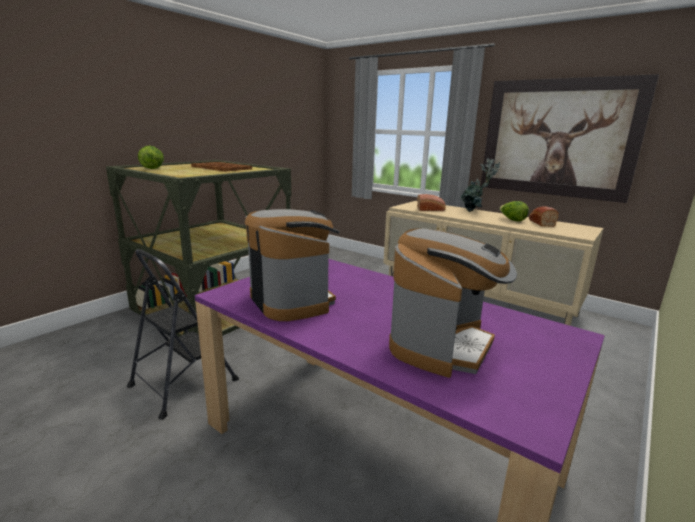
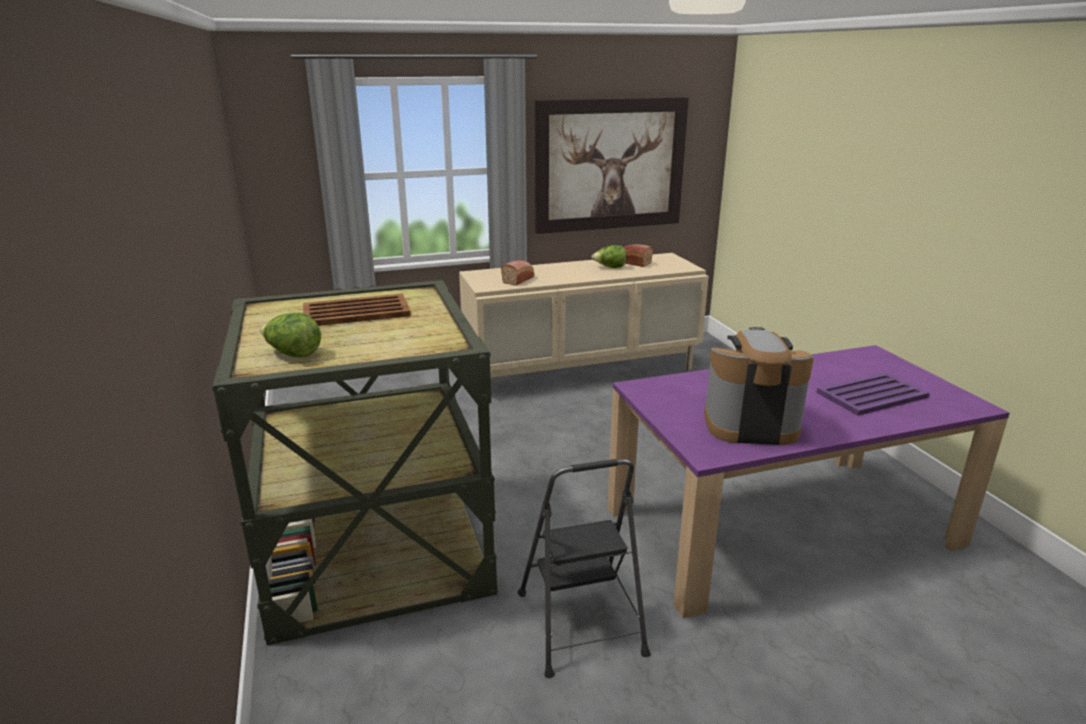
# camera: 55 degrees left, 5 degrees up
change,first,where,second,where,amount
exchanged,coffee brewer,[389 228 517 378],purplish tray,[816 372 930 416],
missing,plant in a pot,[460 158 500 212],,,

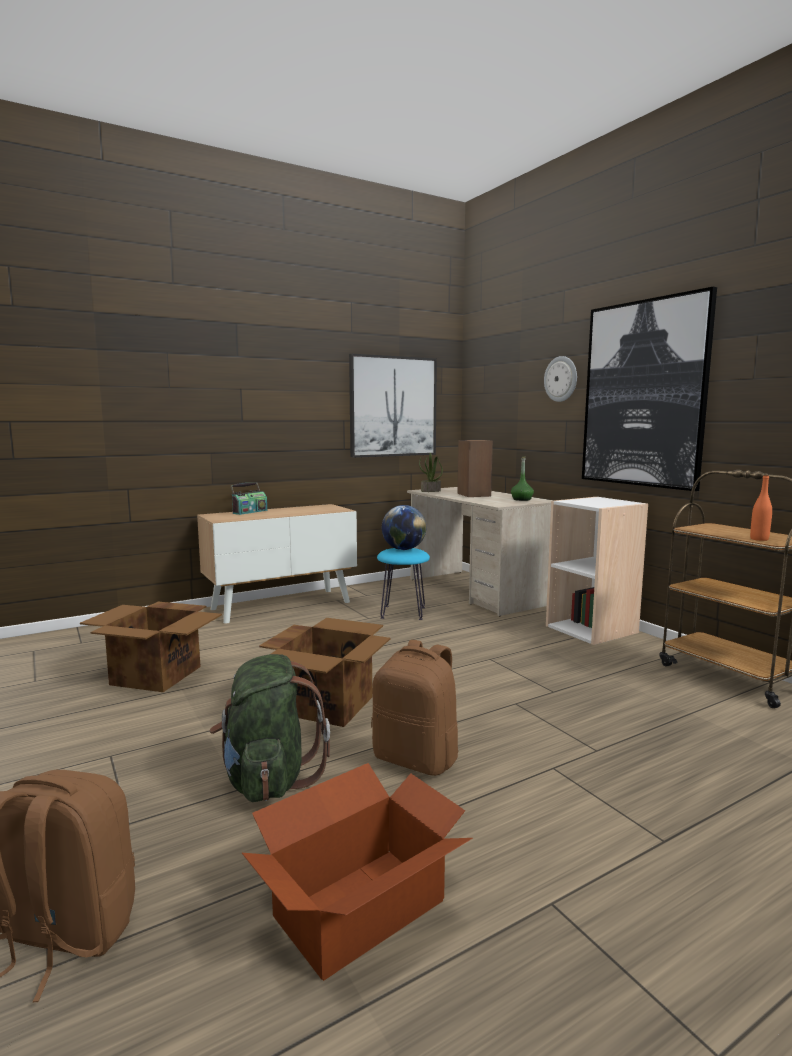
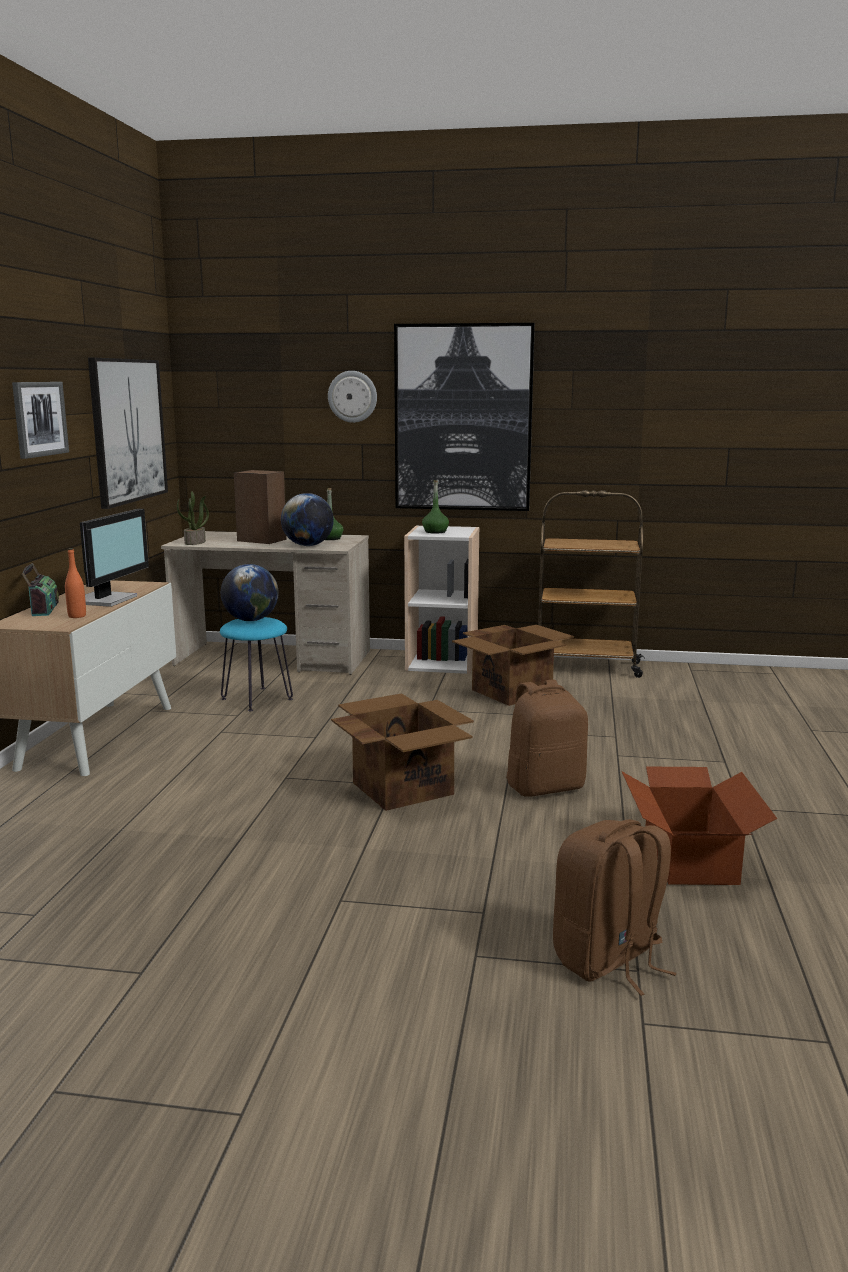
# camera: 50 degrees left, 5 degrees up
change,first,where,second,where,amount
relocated,packing box,[80 602 222 692],,[452 625 574 706],
missing,green knapsack,[209 654 330 802],,,
relocated,orangey drink bottle,[750 474 772 541],,[65 548 86 618],
appeared,,,wall picture,[12 382 69 459],
appeared,,,monitor,[80 509 149 607],
appeared,,,desk globe,[281 493 334 546],
appeared,,,green drink bottle,[422 480 449 534],

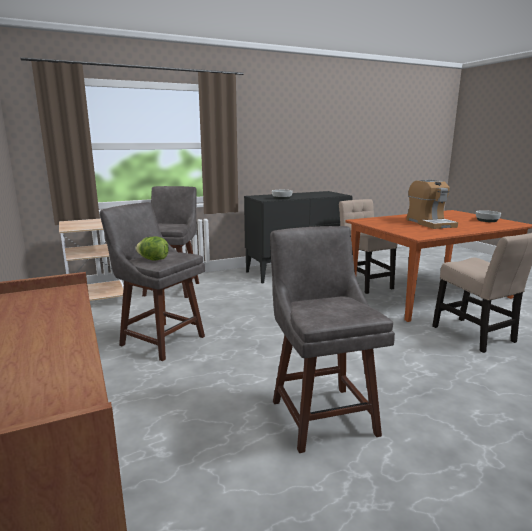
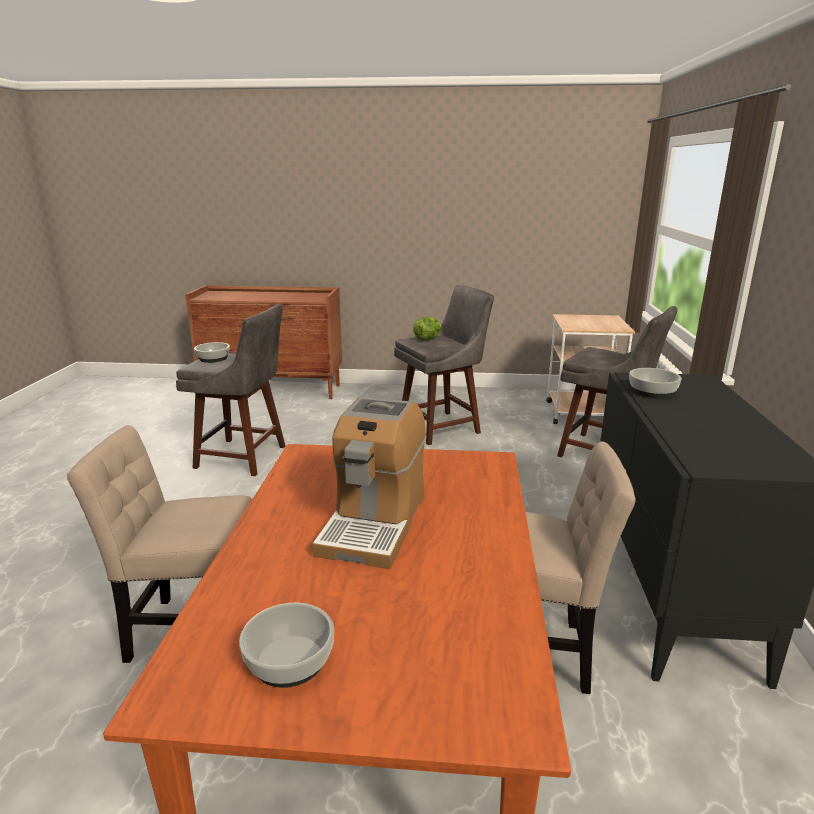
# camera: 120 degrees right, 5 degrees up
change,first,where,second,where,amount
spun,coffee brewer,[407 179 458 229],,[312 397 426 569],90 degrees counterclockwise
appeared,,,serving bowl,[194 342 230 363],

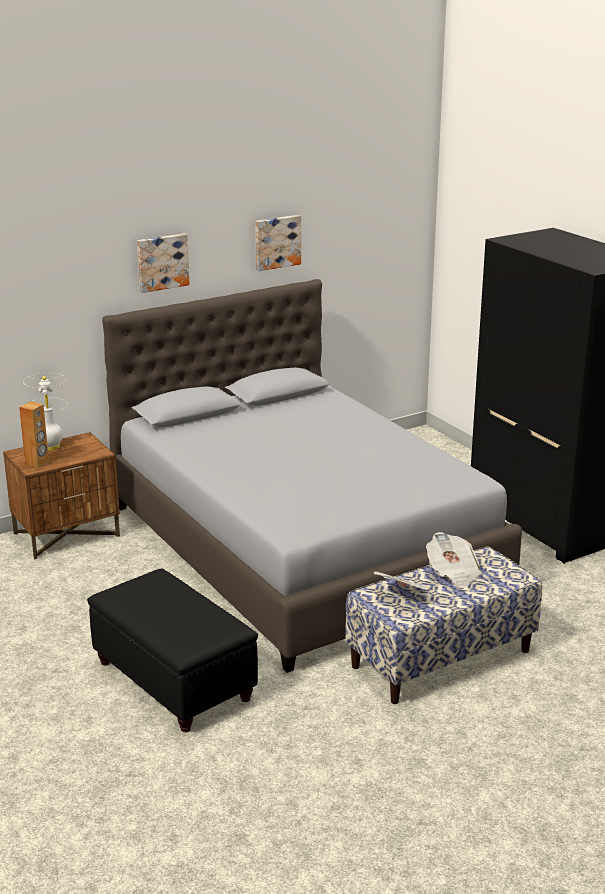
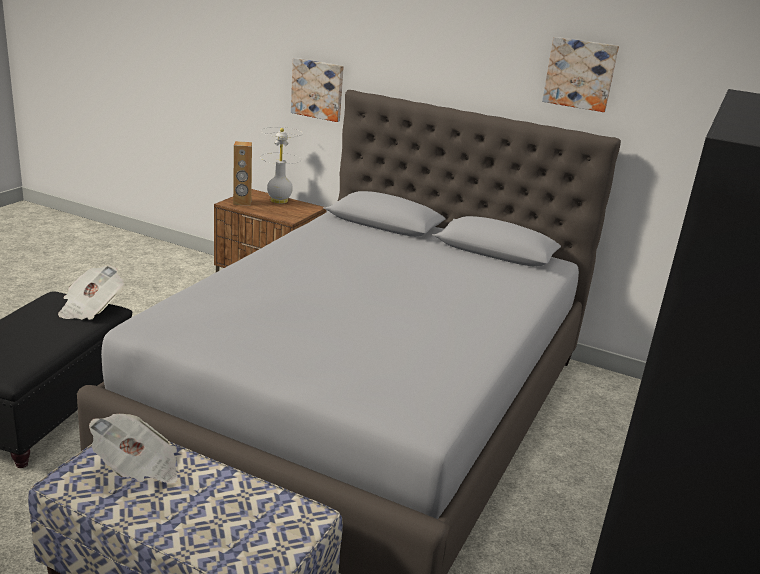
# camera: 55 degrees right, 0 degrees up
change,first,where,second,where,amount
relocated,wall picture,[137 233 189 293],,[291 58 344 122],
relocated,daily paper,[426 532 482 588],,[58 266 124 320],

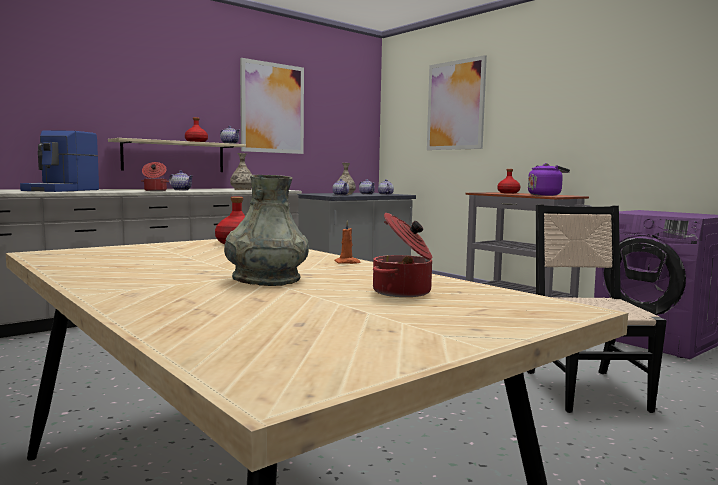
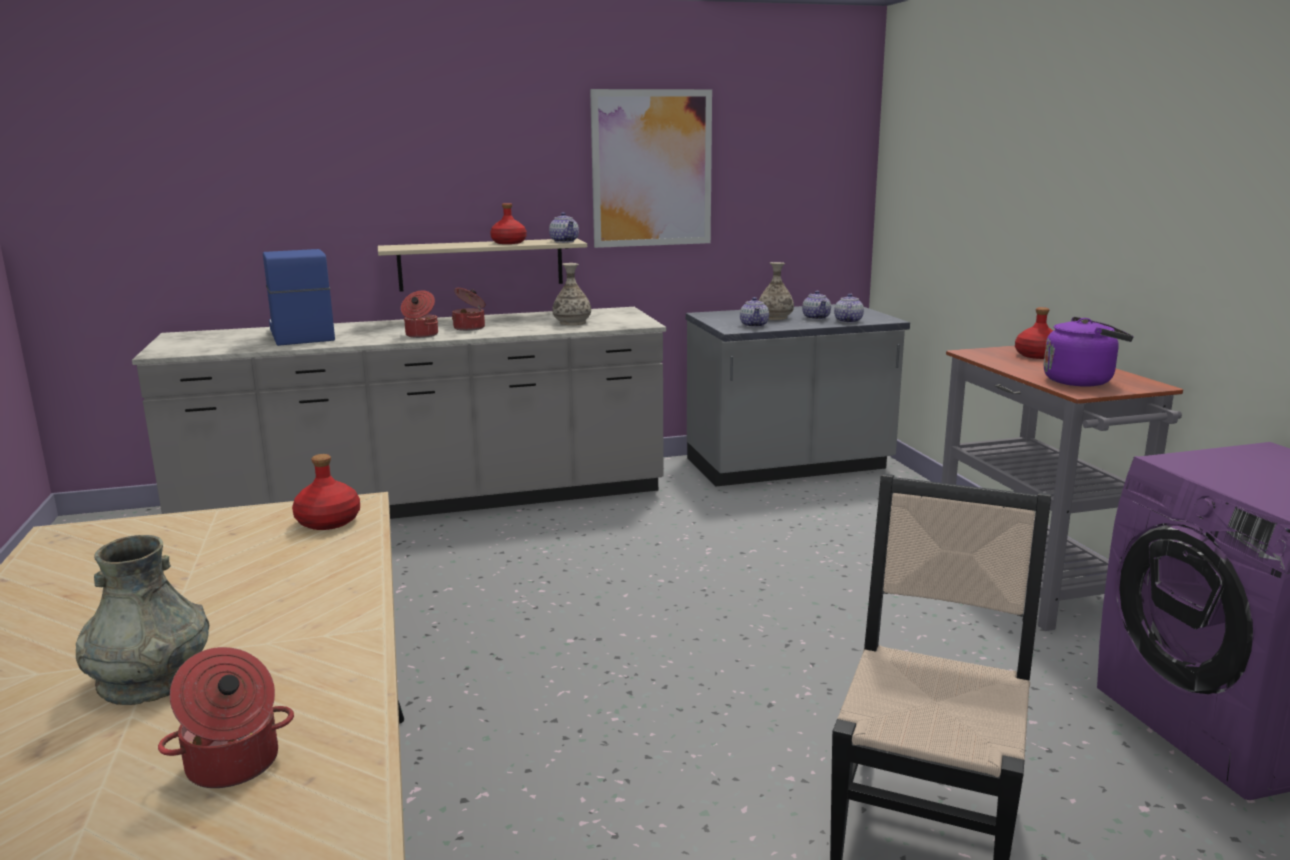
# camera: 25 degrees right, 10 degrees up
change,first,where,second,where,amount
spun,coffee brewer,[20 131 99 192],,[263 249 335 346],120 degrees clockwise
exchanged,pot for tea,[169 171 193 190],saucepot,[452 288 486 331],
missing,orangey wax candle,[335 220 361 264],,,
missing,wall picture,[427 55 487 150],,,

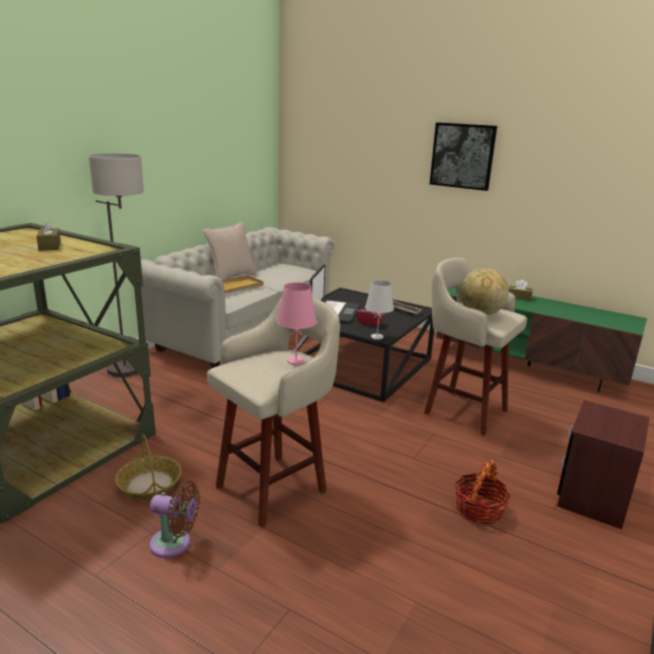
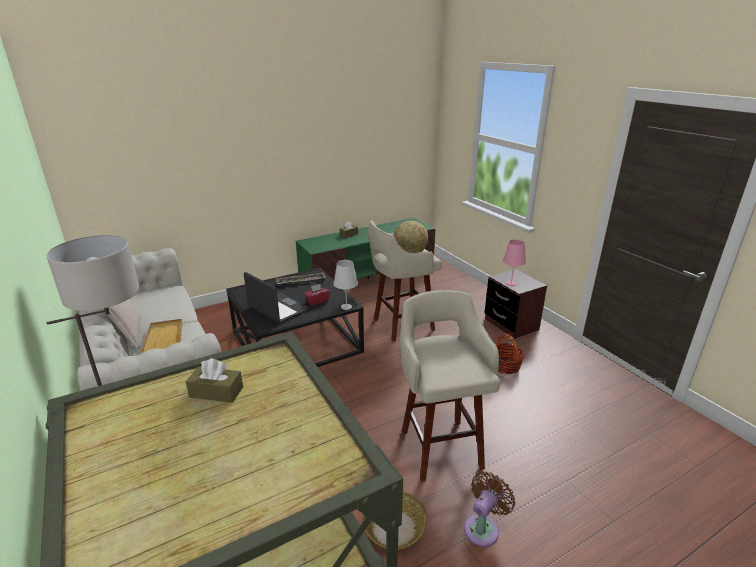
# camera: 60 degrees left, 5 degrees up
change,first,where,second,where,amount
relocated,pink tabletop lamp,[277 282 317 365],,[503 240 526 286],
missing,wall picture,[430 122 497 191],,,

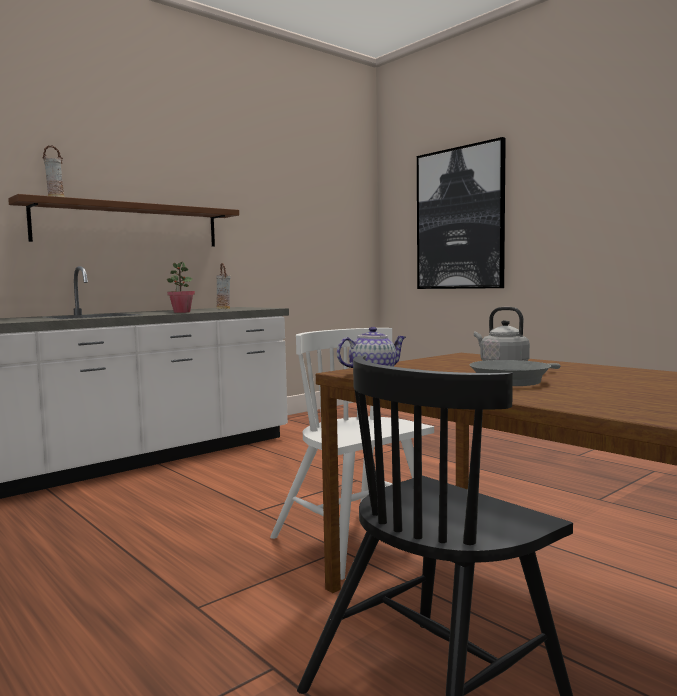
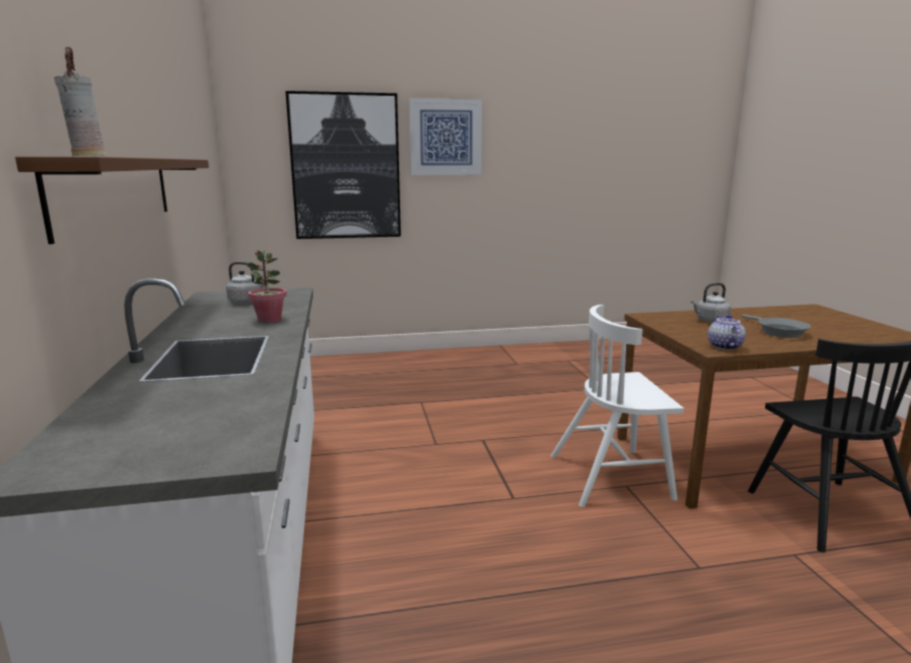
# camera: 60 degrees left, 10 degrees up
change,first,where,second,where,amount
exchanged,flower vase,[216 263 230 309],greyish kettle,[226 262 264 304],
appeared,,,wall picture,[409 98 482 175],

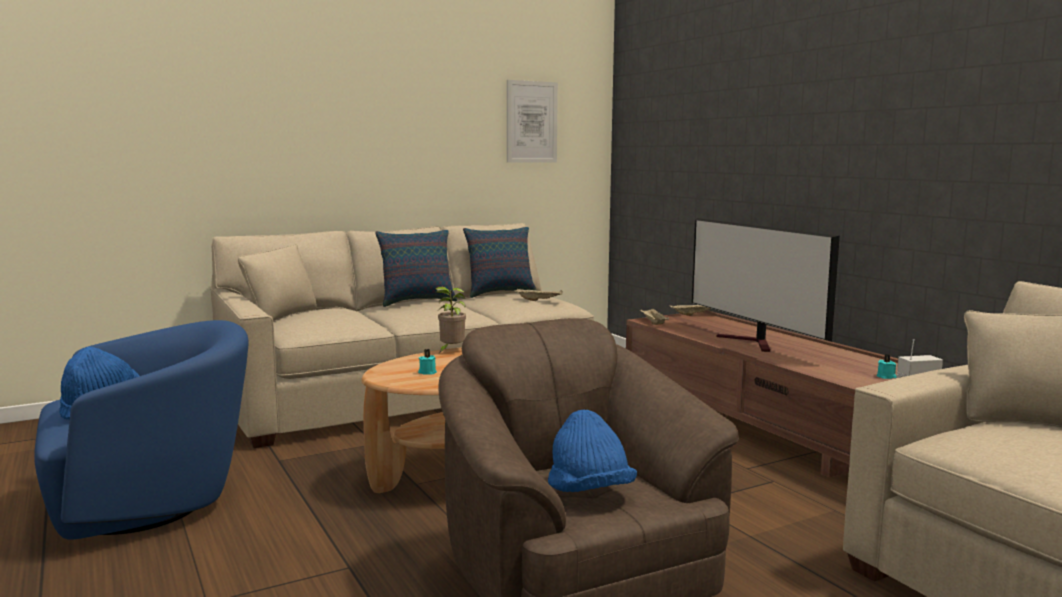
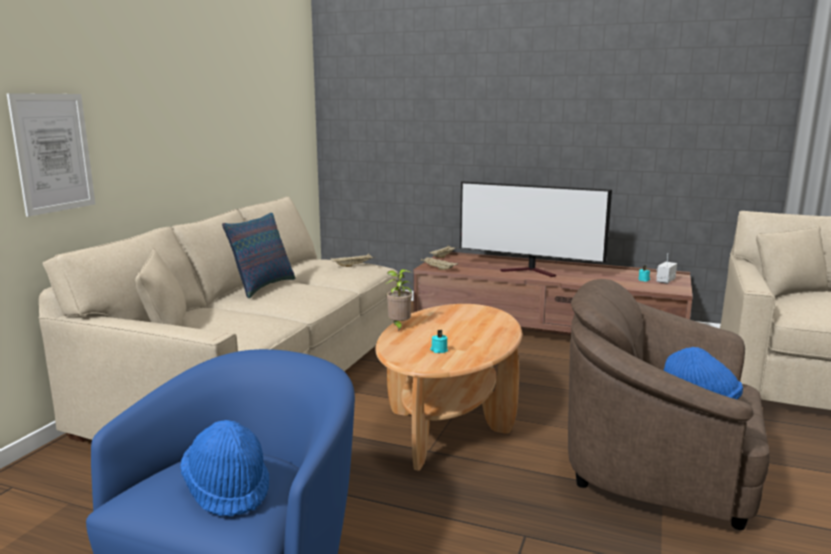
# camera: 40 degrees left, 5 degrees up
change,first,where,second,where,amount
missing,blue pillow,[463 227 536 298],,,
relocated,wall picture,[507 80 558 163],,[7 93 95 217],

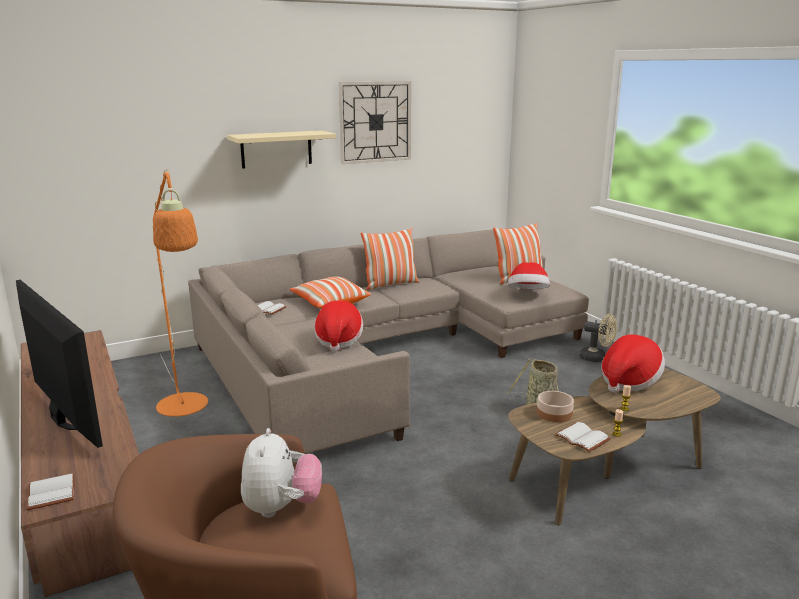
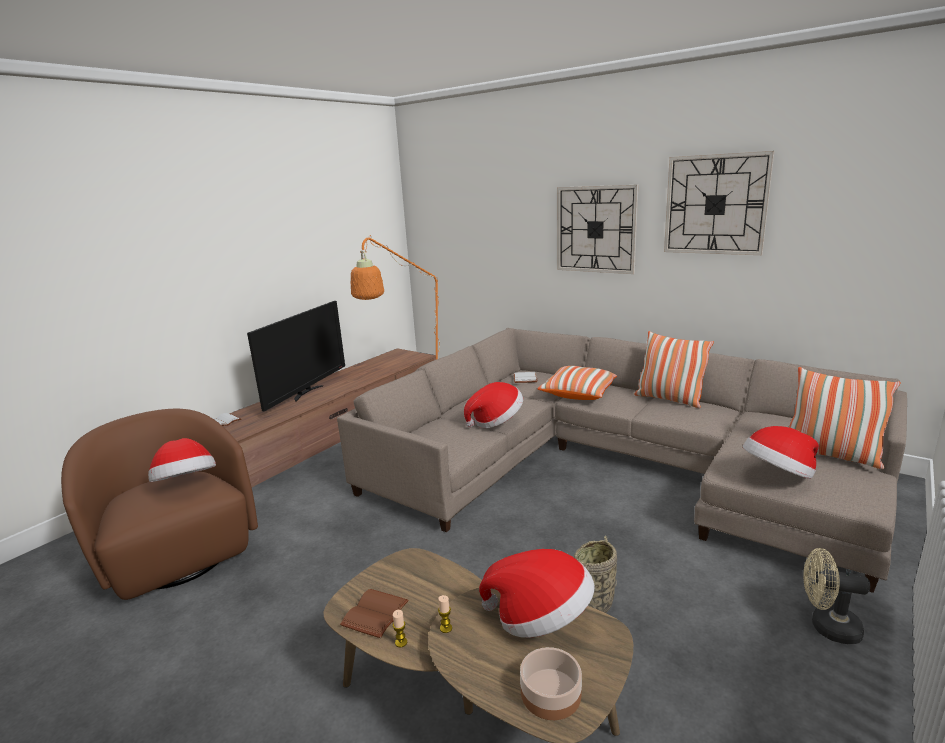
# camera: 65 degrees right, 0 degrees up
change,first,where,second,where,amount
exchanged,beige-coloured shelf,[227 130 337 169],wall clock,[557 185 638 274],
exchanged,cuddly toy,[241 428 322 518],wearable hat,[148 438 216 482],
relocated,serving bowl,[537 391 574 422],,[520 647 582 720],
colour,whitish bound book,[554 422 611 452],brown-coloured bound book,[340 589 409 638],
spun,beige-coloured fan,[579 314 617 362],,[803 548 870 644],105 degrees clockwise

